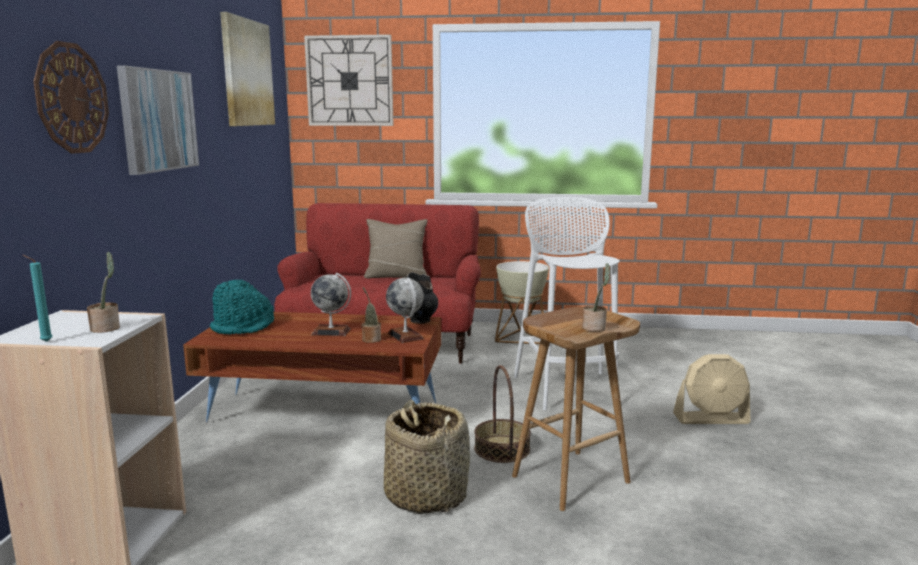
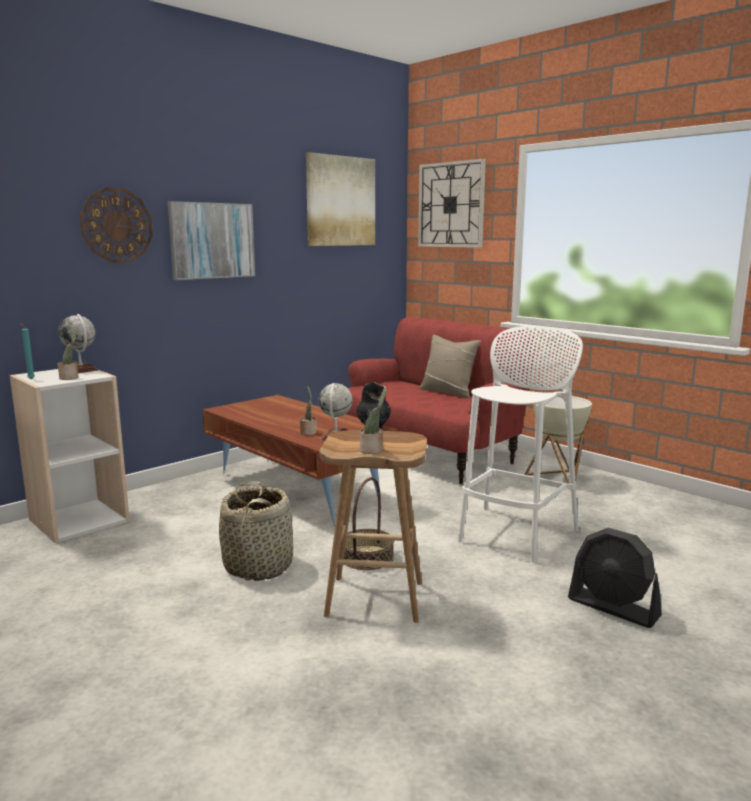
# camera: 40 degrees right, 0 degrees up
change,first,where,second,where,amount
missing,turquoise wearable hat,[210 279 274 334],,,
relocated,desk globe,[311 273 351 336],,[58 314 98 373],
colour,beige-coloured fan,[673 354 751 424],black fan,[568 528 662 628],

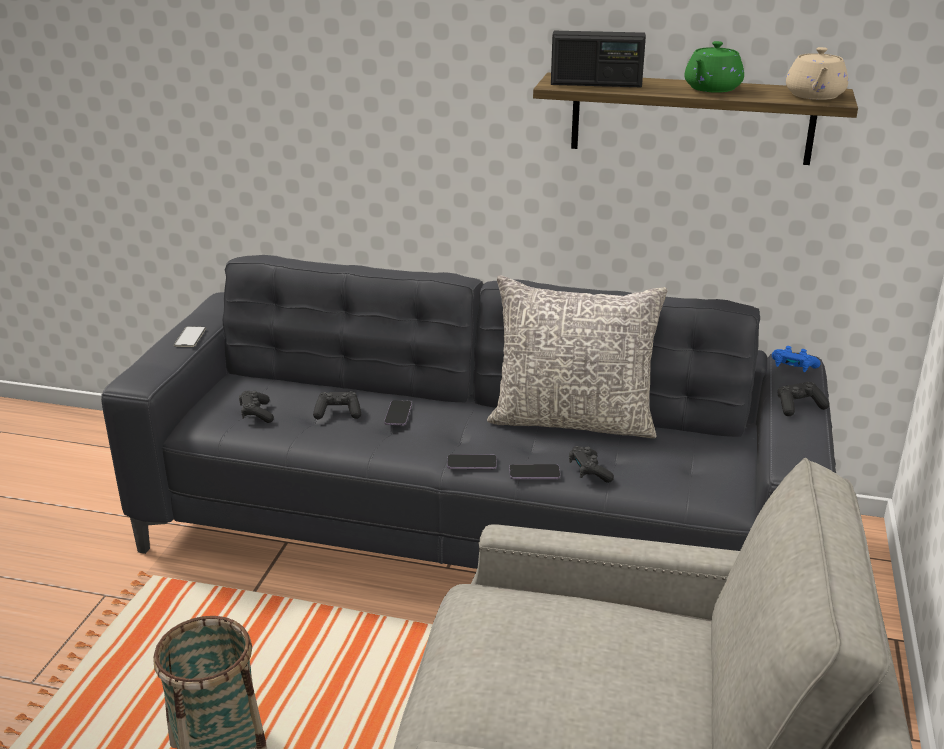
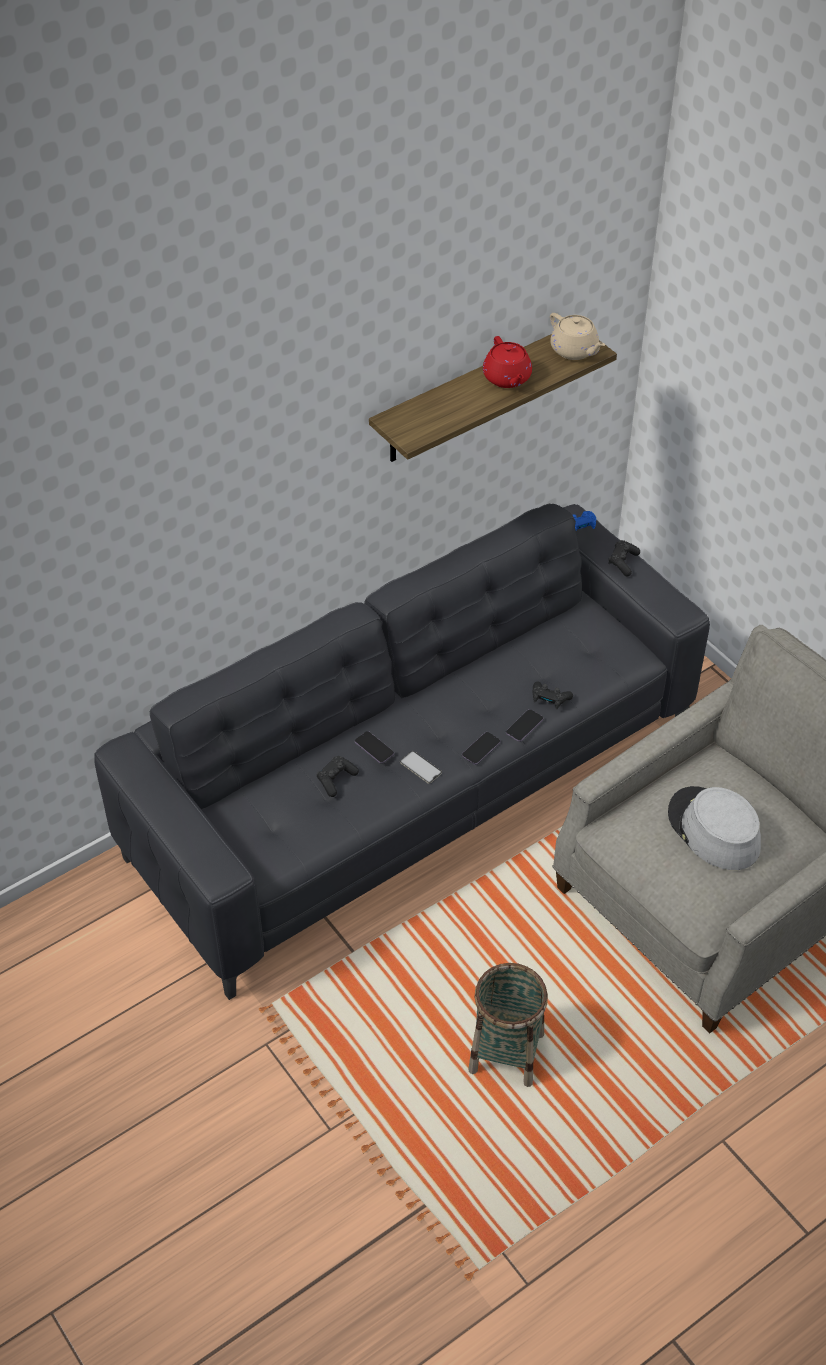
# camera: 50 degrees left, 20 degrees up
change,first,where,second,where,amount
relocated,phone,[174 326 206 347],,[400 751 442 784],
missing,black game controller,[239 391 274 423],,,
missing,greyish pillow,[487 275 667 438],,,
missing,radio set,[551 31 646 87],,,
colour,green pot for tea,[685 41 744 93],red pot for tea,[483 336 532 388],
appeared,,,greyish wearable hat,[668 786 761 870],

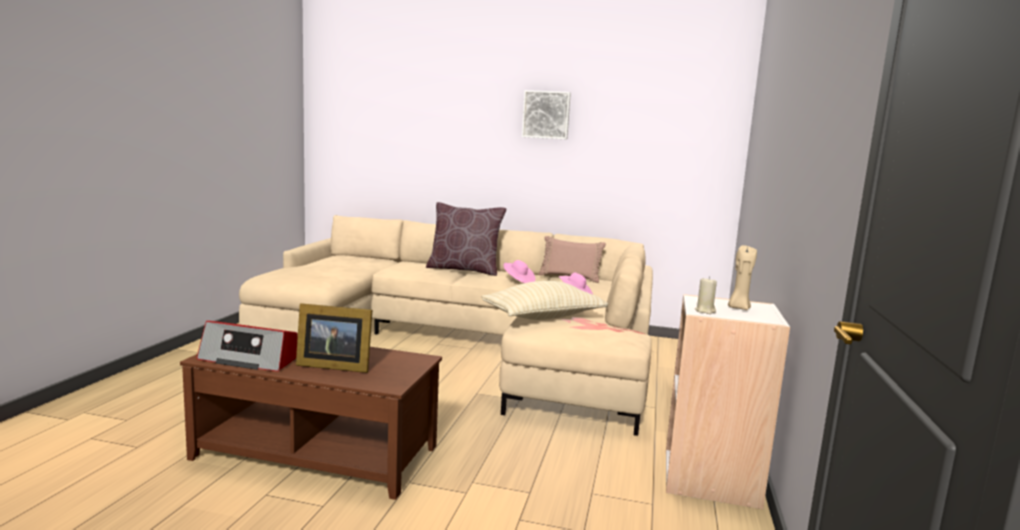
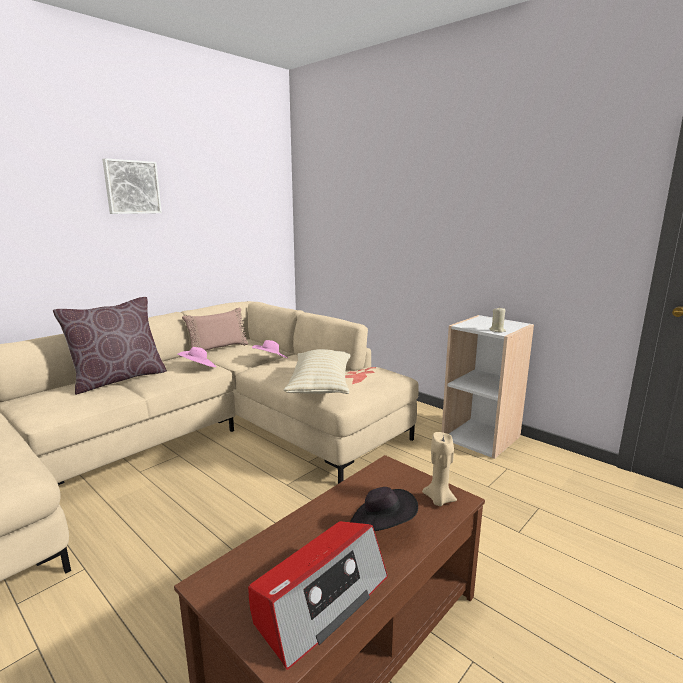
# camera: 60 degrees left, 5 degrees up
change,first,where,second,where,amount
exchanged,picture frame,[296 303 372 373],black wearable hat,[350 487 418 531],
relocated,beige-coloured wax candle,[728 245 757 310],,[422 432 457 506],

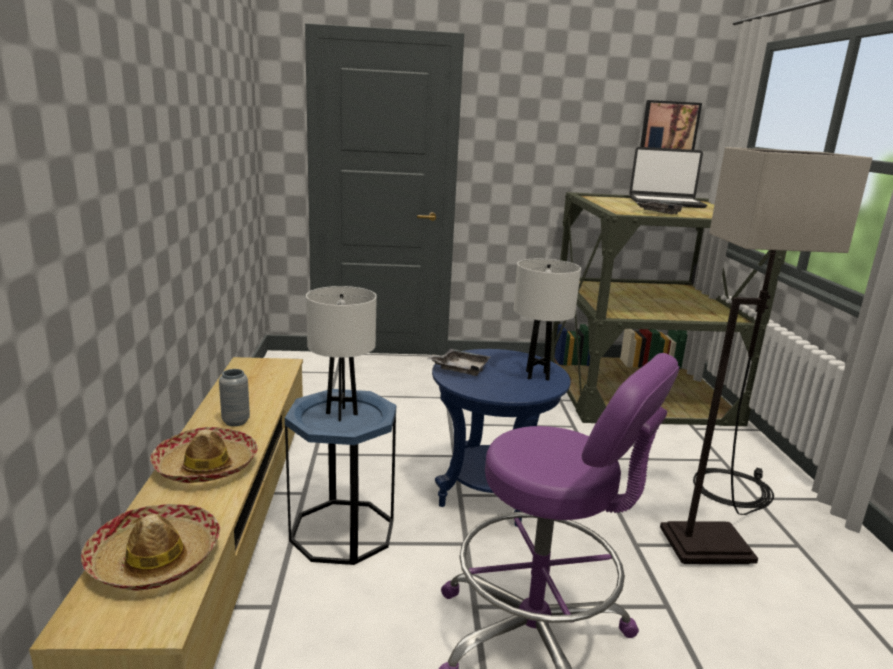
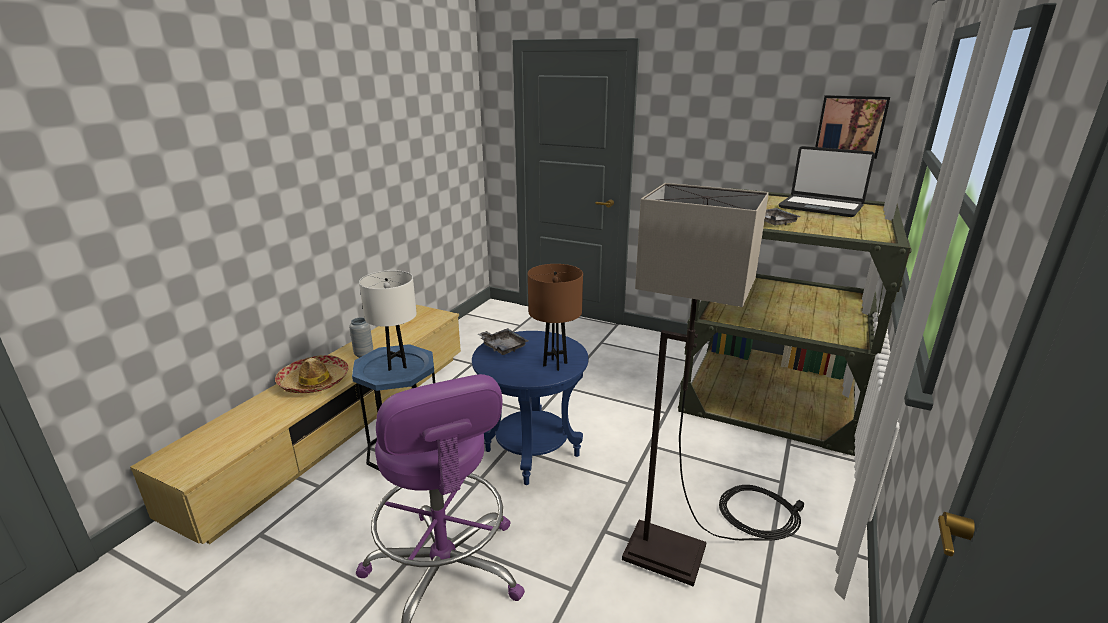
# camera: 30 degrees right, 5 degrees up
change,first,where,second,where,amount
missing,wearable hat,[81 504 220 591],,,
colour,whitish tabletop lamp,[514 259 581 381],brown-coloured tabletop lamp,[528 264 583 371],

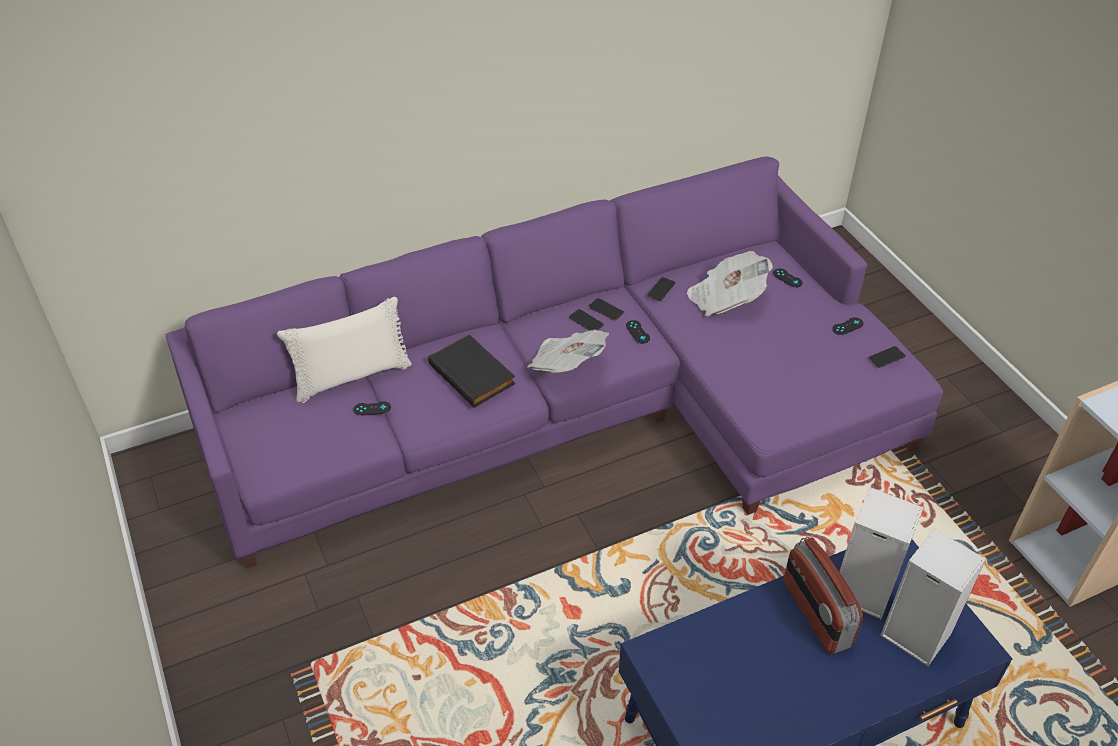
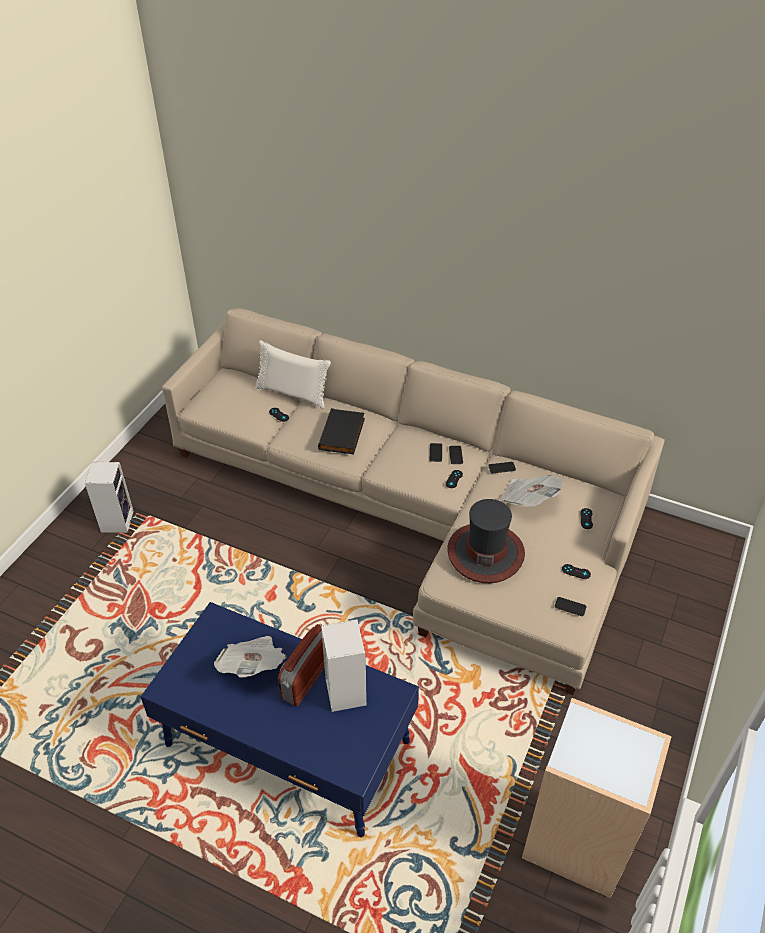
# camera: 50 degrees right, 0 degrees up
change,first,where,second,where,amount
colour,purplish sofa,[166 157 943 568],beige-coloured sofa,[162 308 665 695],
relocated,daily paper,[528 330 609 373],,[214 636 286 678],
relocated,audio speaker,[880 528 986 666],,[85 462 133 533],
appeared,,,wearable hat,[448 499 525 583],

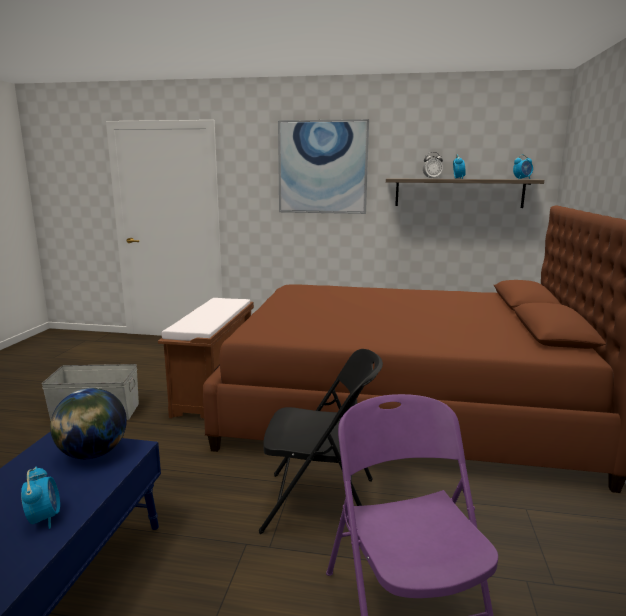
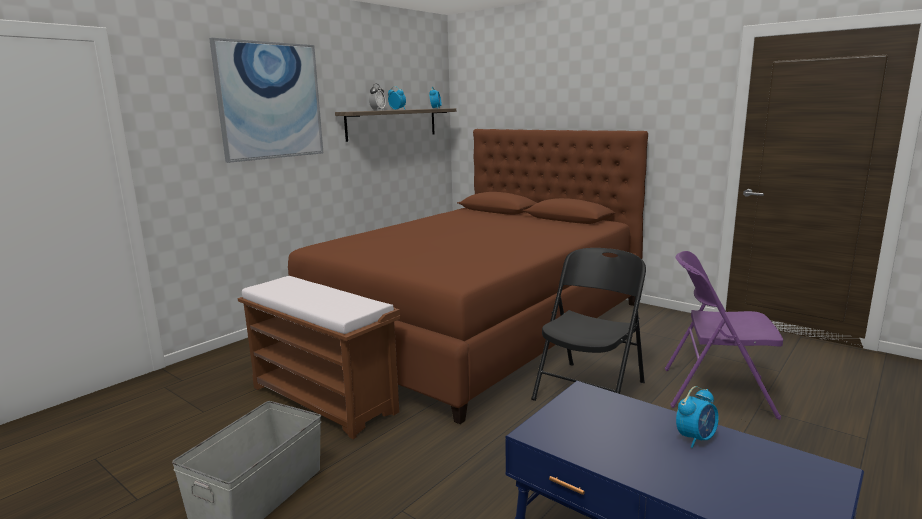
# camera: 60 degrees left, 0 degrees up
change,first,where,second,where,amount
spun,alarm clock,[21 467 60 529],,[676 386 719 448],135 degrees clockwise
missing,desk globe,[50 388 127 459],,,

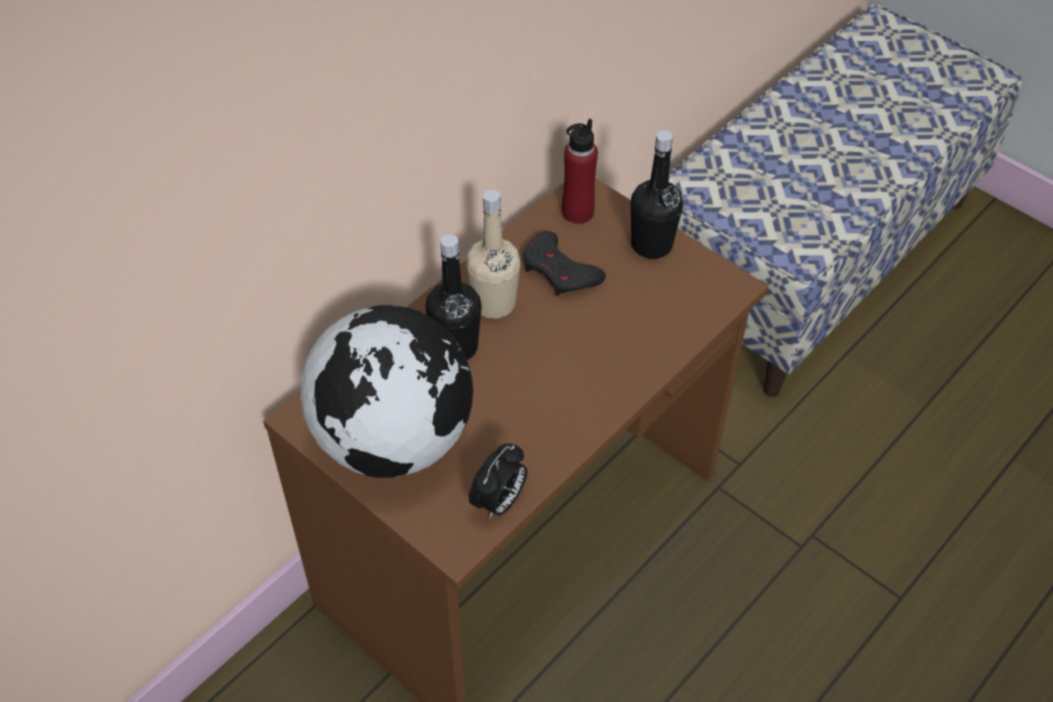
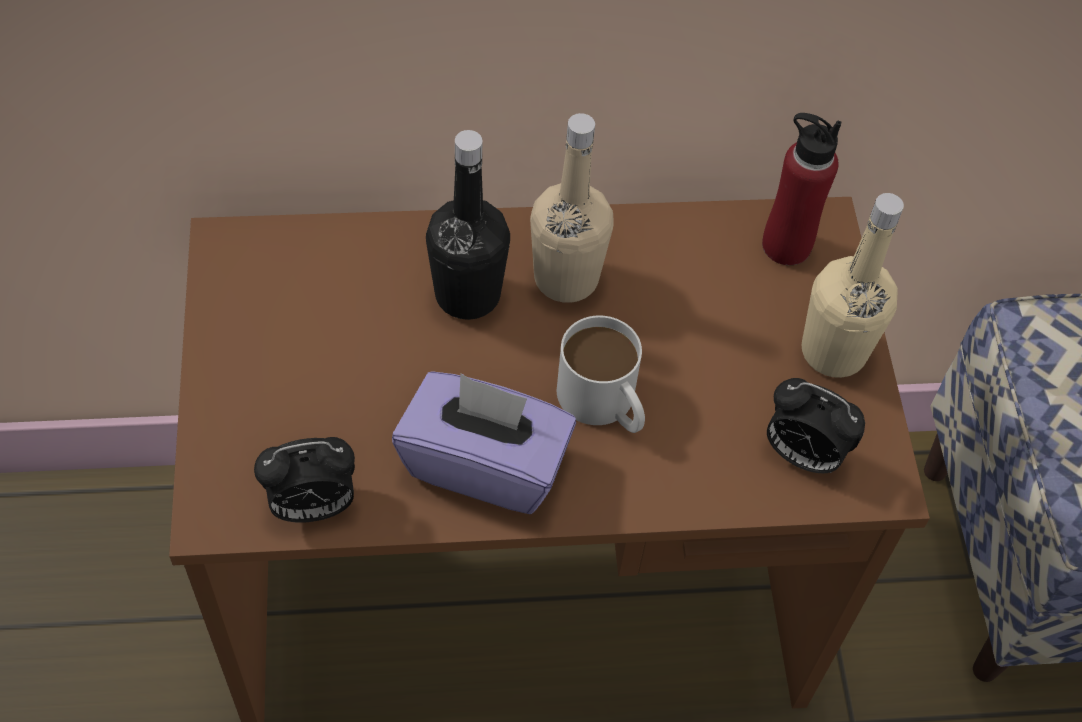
# camera: 40 degrees right, 5 degrees up
change,first,where,second,where,amount
missing,desk globe,[300 305 473 478],,,
missing,black game controller,[523 231 606 296],,,
colour,black drink bottle,[631 130 683 259],beige-coloured drink bottle,[802 193 904 378],
appeared,,,purplish box of tissues,[392 371 576 514],
appeared,,,whitish mug,[557 315 645 433],
appeared,,,alarm clock,[767 378 865 473],

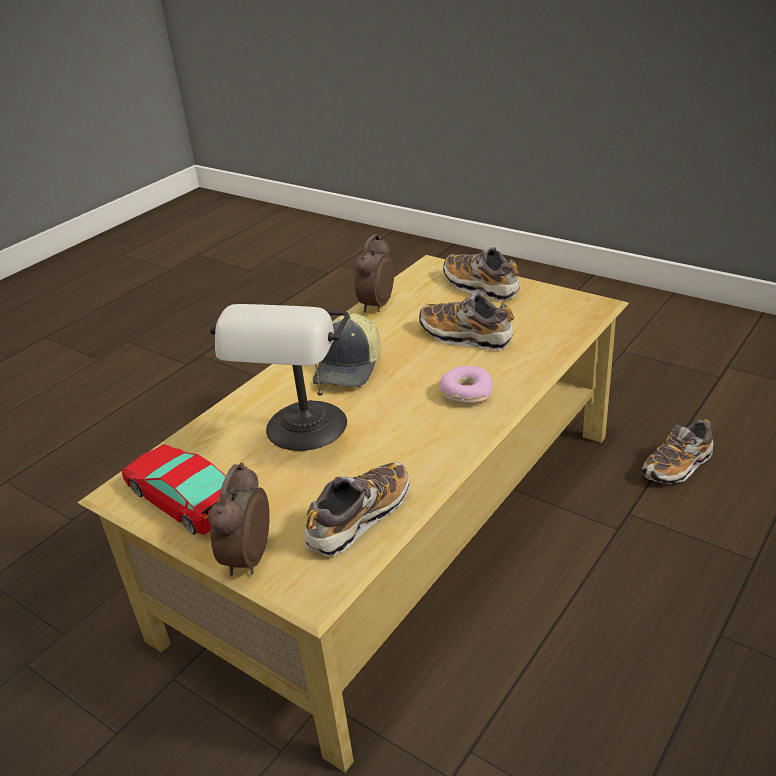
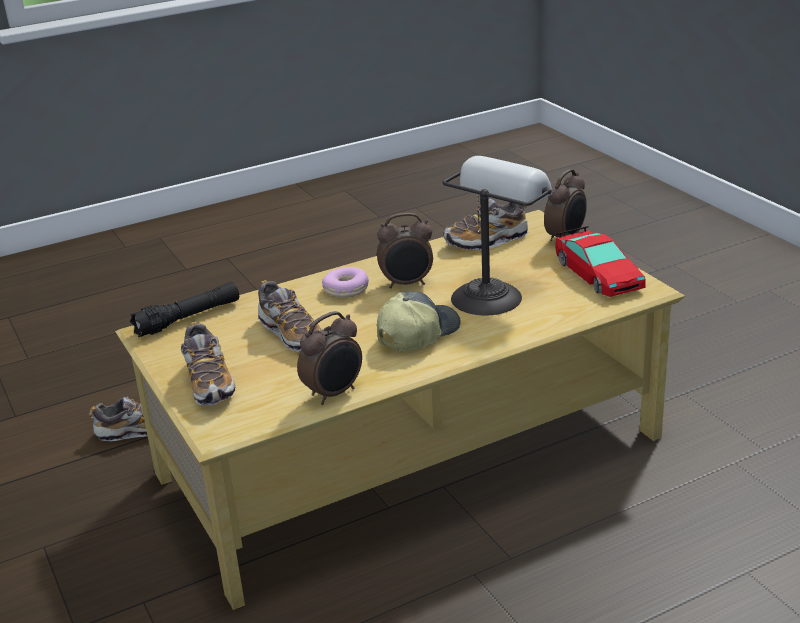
# camera: 155 degrees left, 5 degrees down
change,first,where,second,where,amount
appeared,,,black flashlight,[130 282 239 337],
appeared,,,alarm clock,[377 213 433 289],

